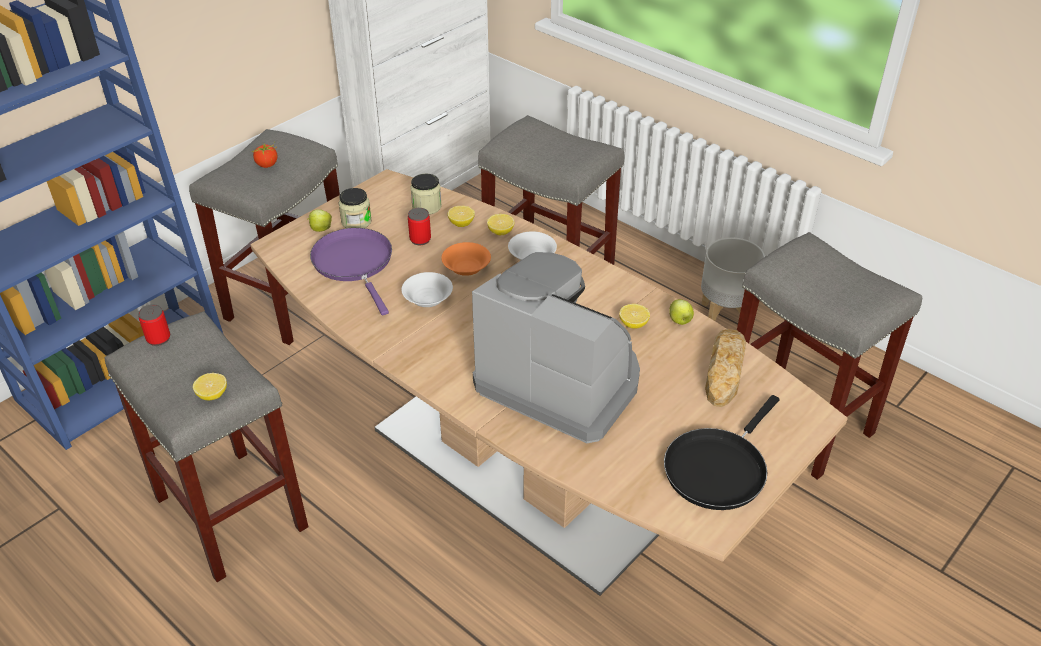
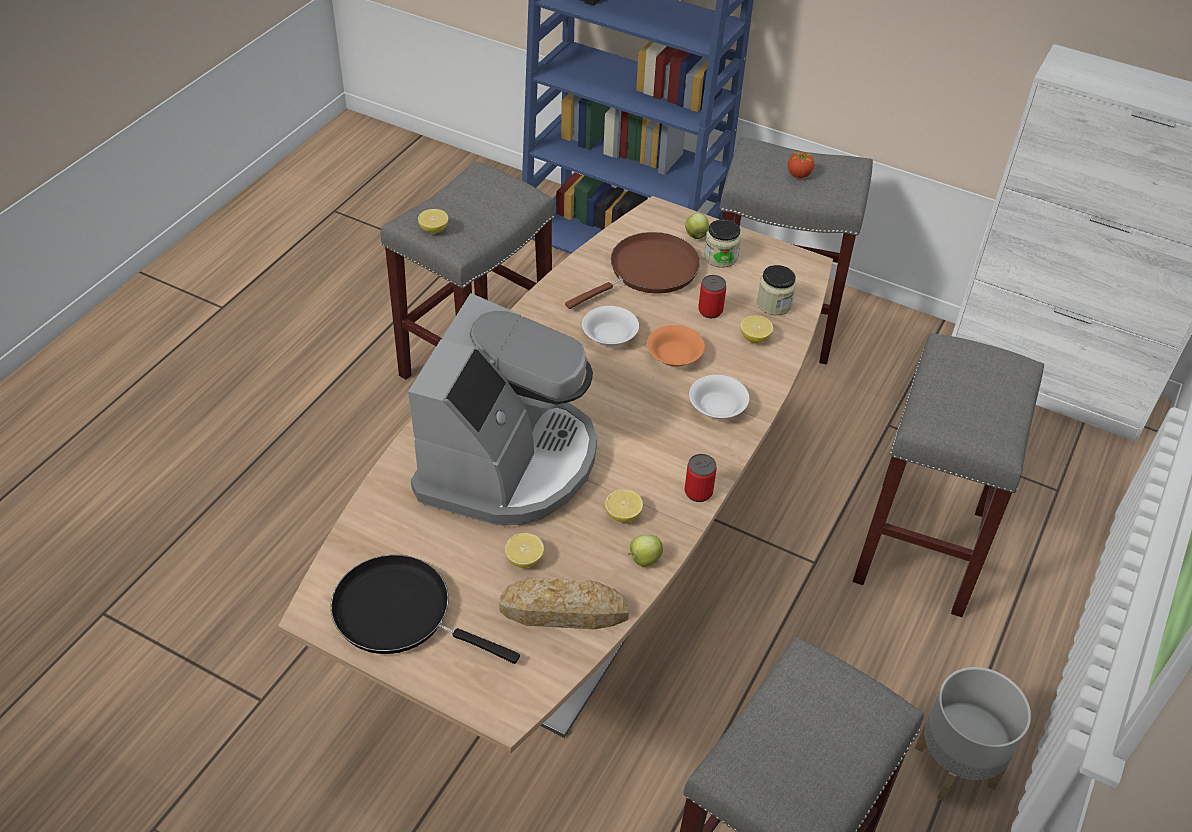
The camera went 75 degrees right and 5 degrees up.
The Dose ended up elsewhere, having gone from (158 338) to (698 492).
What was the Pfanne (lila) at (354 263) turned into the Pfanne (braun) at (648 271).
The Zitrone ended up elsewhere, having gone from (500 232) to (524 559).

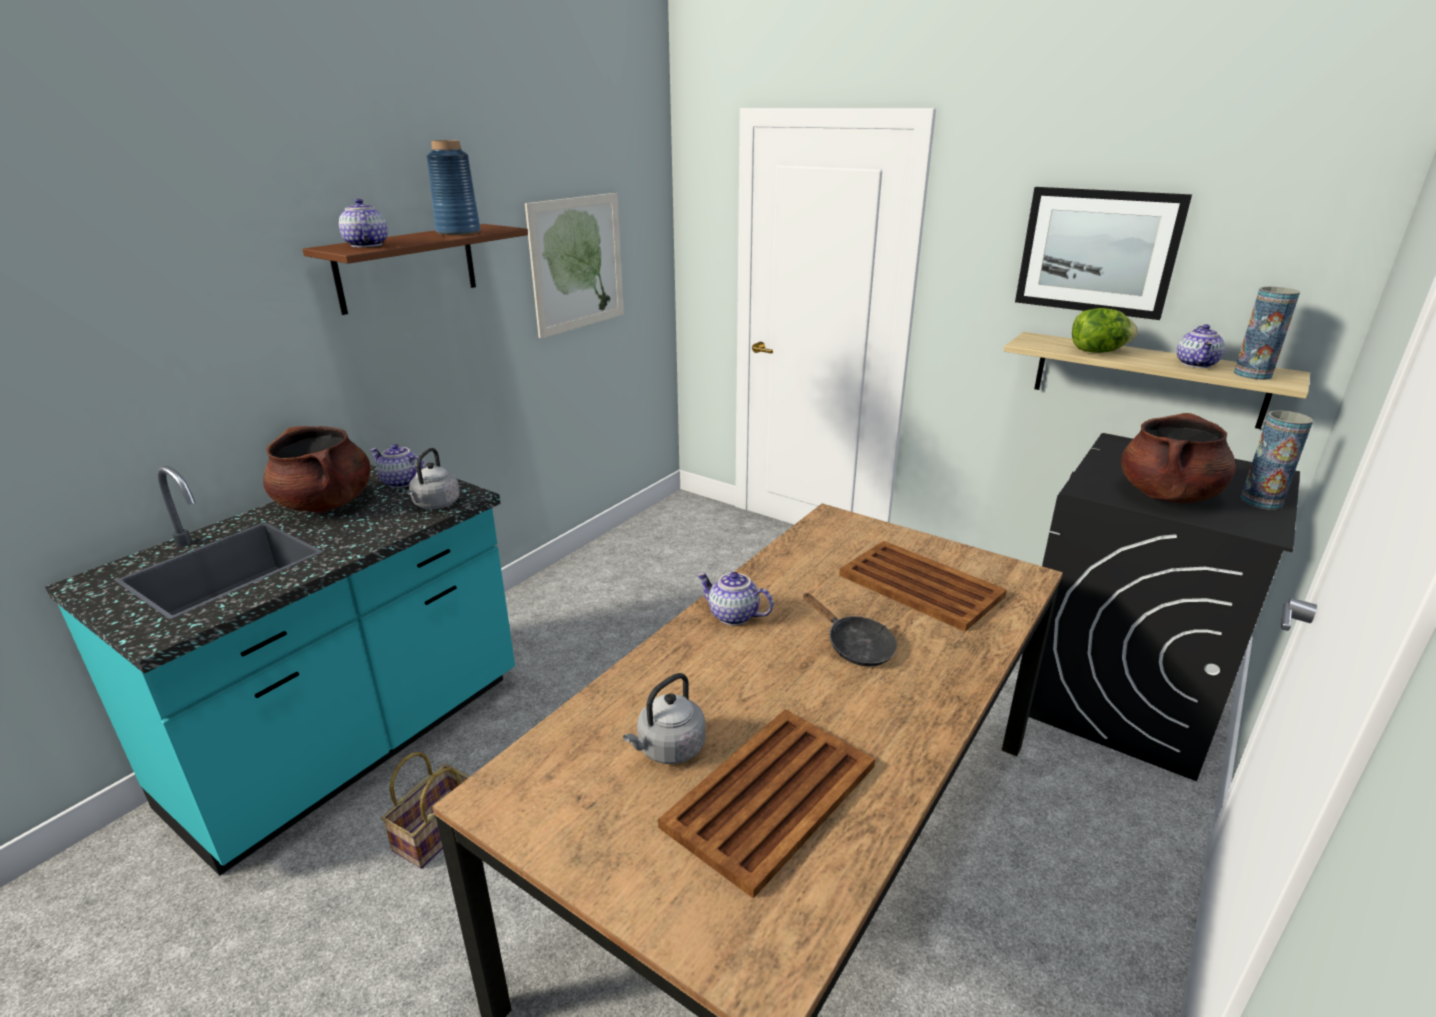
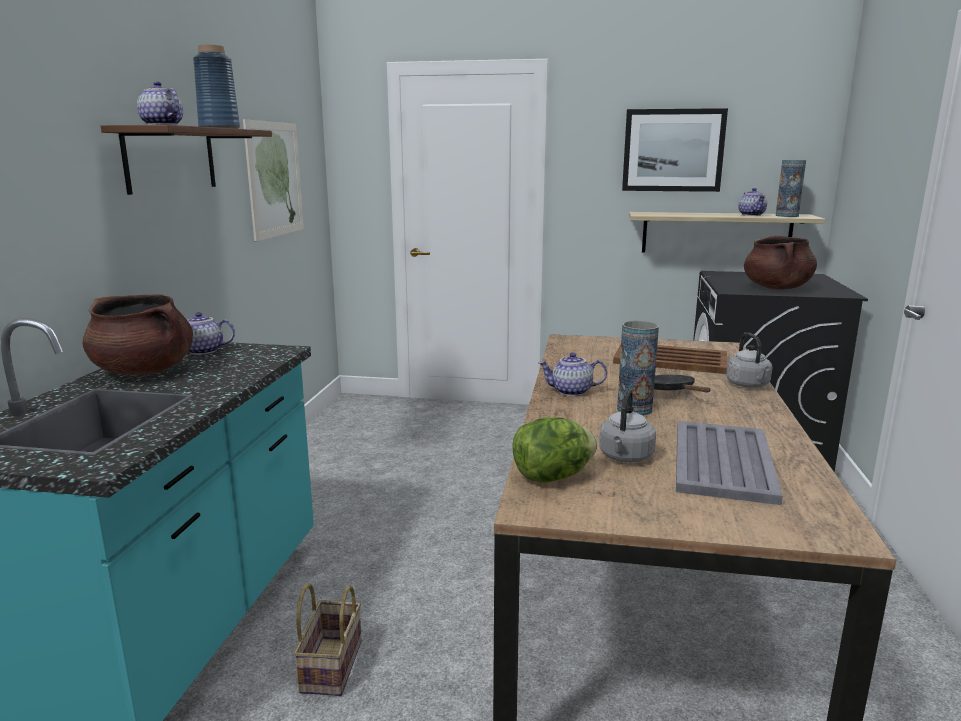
The camera went 25 degrees left and 10 degrees down.
The Wasserkessel (grau) ended up elsewhere, having gone from (435 505) to (748 385).
What was the Tablett (braun) at (772 795) turned into the Tablett (grau) at (723 461).
The Pfanne (schwarz) at (854 646) ended up facing another way, 135 degrees counterclockwise from before.
The Salatkopf ended up elsewhere, having gone from (1097 352) to (552 477).
The Vase ended up elsewhere, having gone from (1261 501) to (634 409).

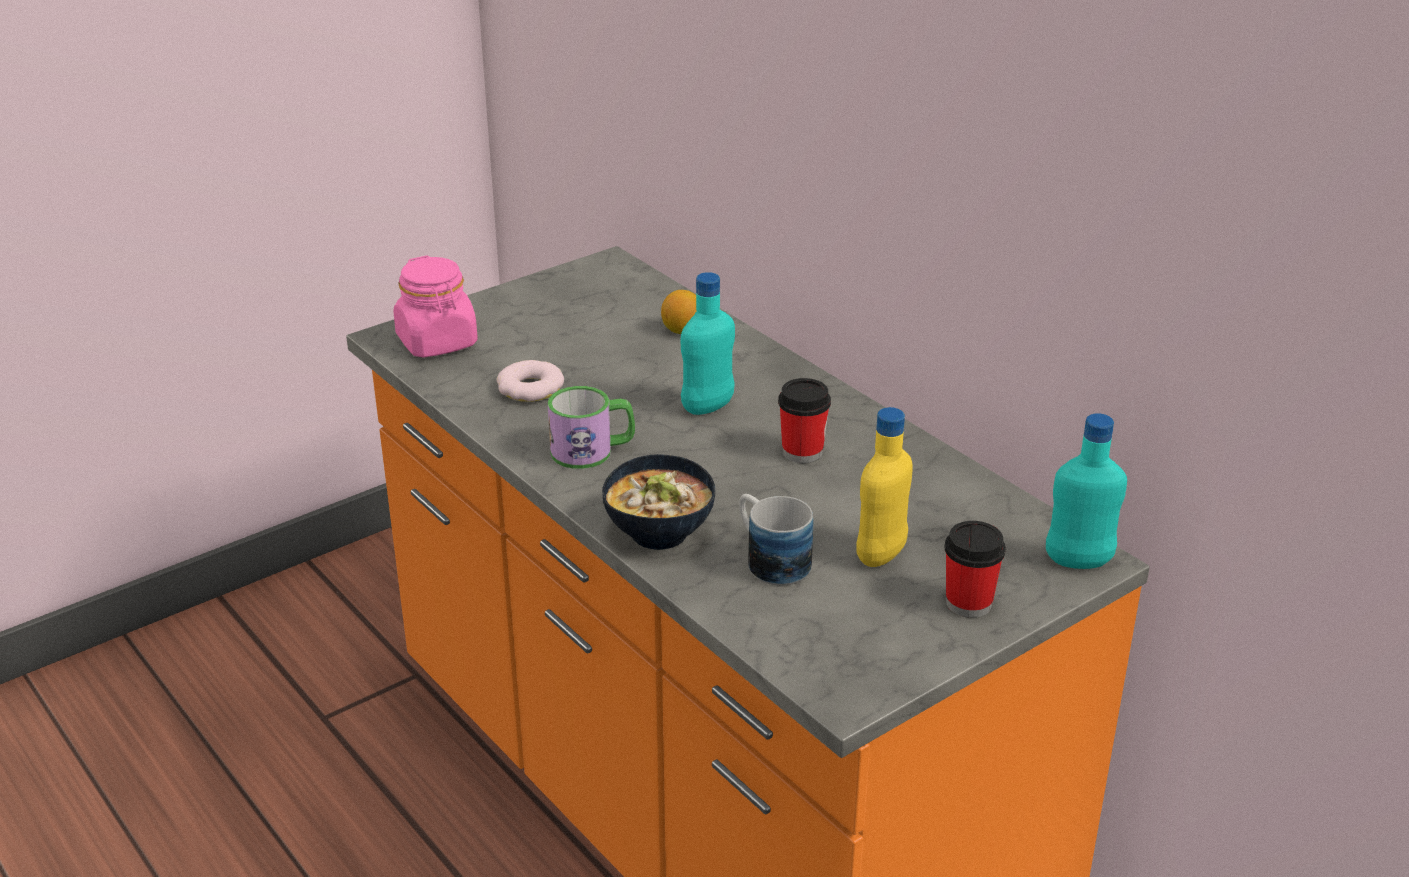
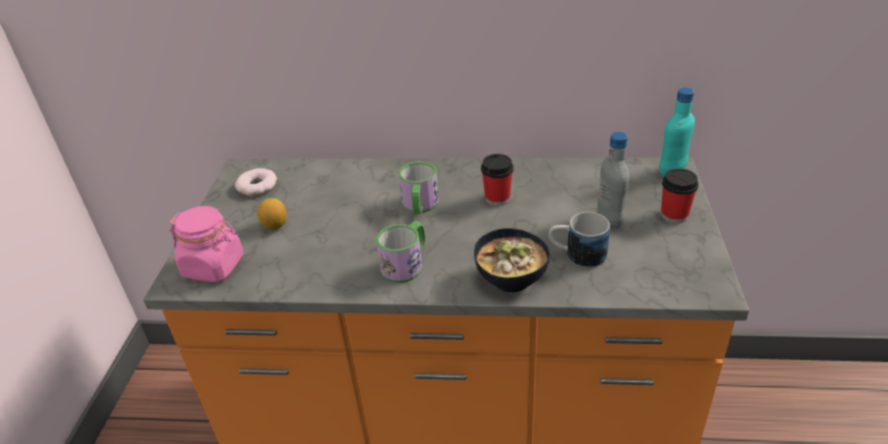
The camera went 45 degrees left and 5 degrees up.
The Donut ended up elsewhere, having gone from (530 388) to (257 186).
The Zitrone ended up elsewhere, having gone from (681 330) to (275 225).
Where the Flasche (türkis) stood at (708 407), the Henkelbecher came to stand at (419 206).
What was the Flasche (gelb) at (881 555) turned into the Flasche (grau) at (610 220).

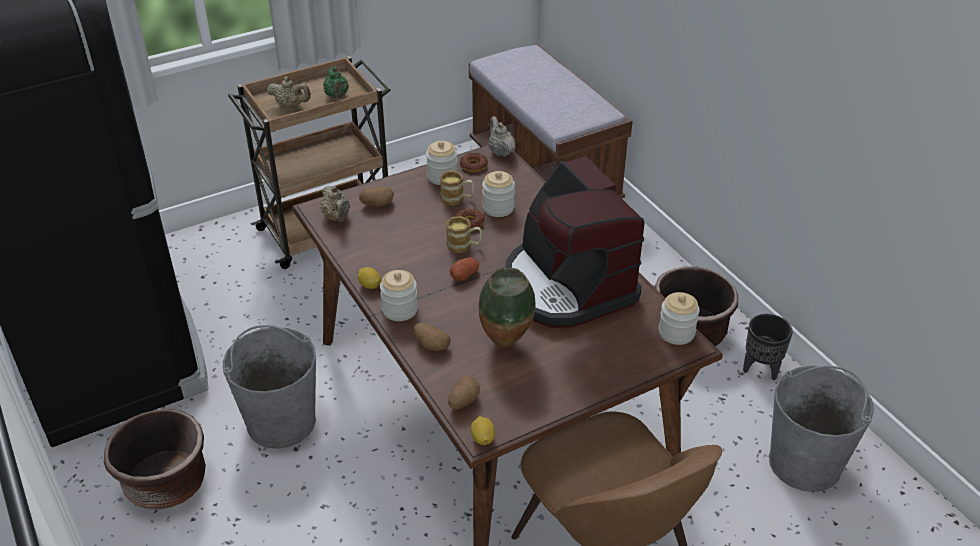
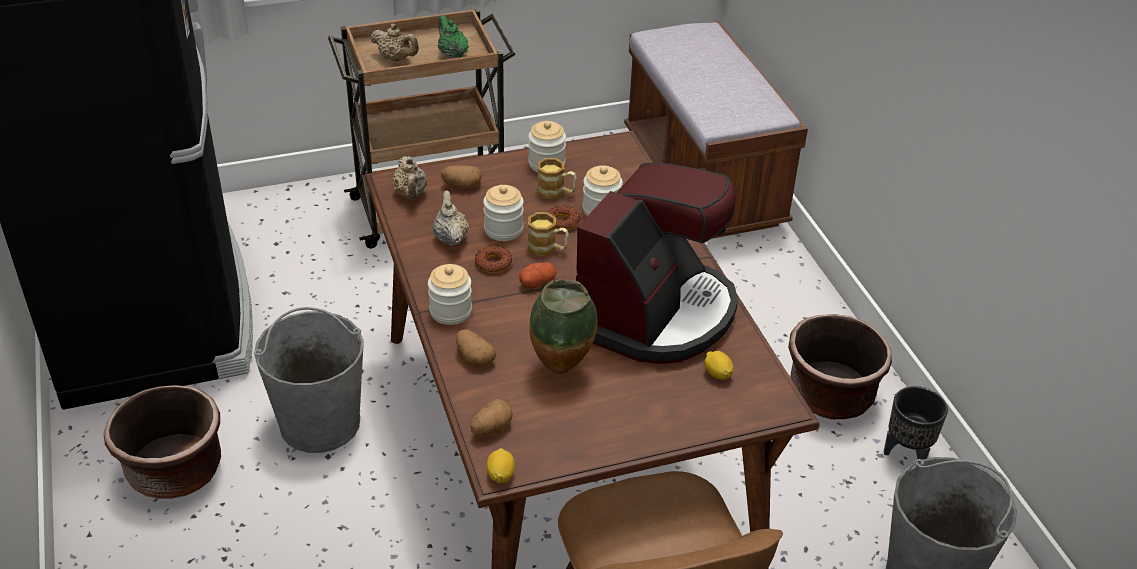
The camera went 10 degrees right and 0 degrees up.
The Teekanne (grün) at (337 96) ended up facing another way, 150 degrees clockwise from before.
The Zitrone ended up elsewhere, having gone from (370 285) to (717 374).
The Donut ended up elsewhere, having gone from (473 165) to (493 263).
The Teekanne (beige) ended up elsewhere, having gone from (500 151) to (450 238).
The Kaffeemaschine at (567 285) ended up facing another way, 135 degrees counterclockwise from before.
The Vorratsglas ended up elsewhere, having gone from (676 332) to (503 229).

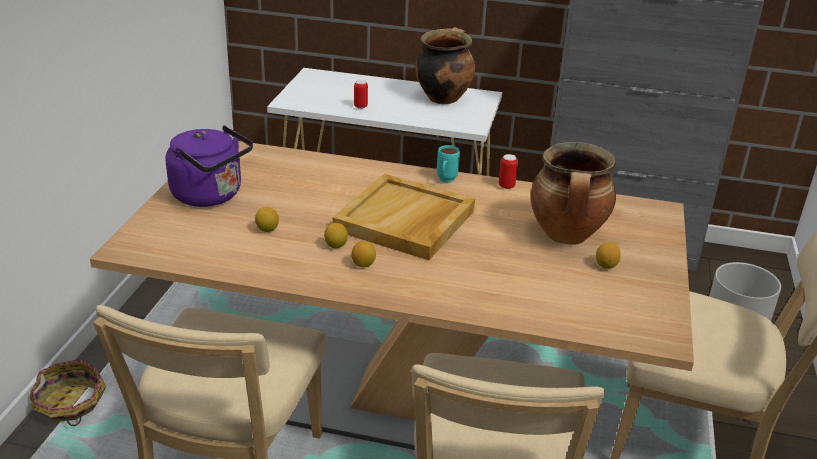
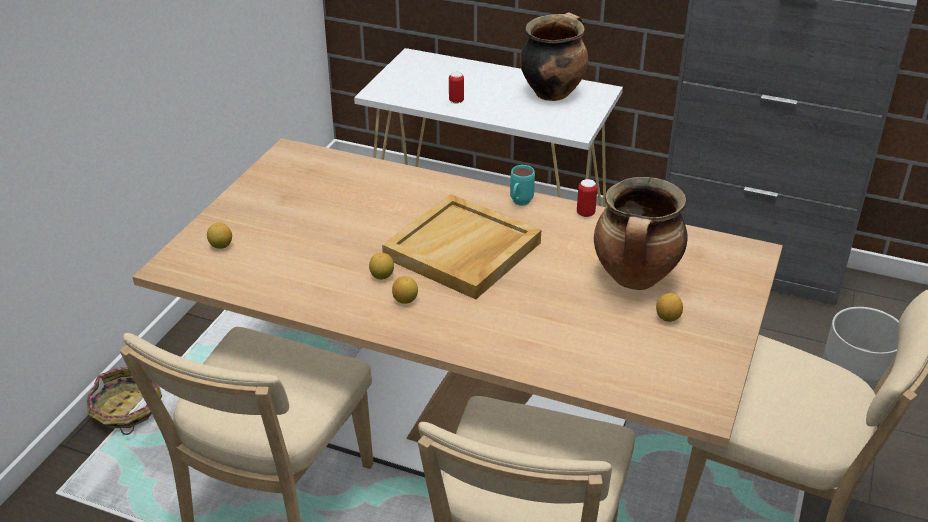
The camera went 10 degrees right and 5 degrees up.
The second view lost the Wasserkessel (lila) at (211 195).
The Zitrone ended up elsewhere, having gone from (267 229) to (221 246).

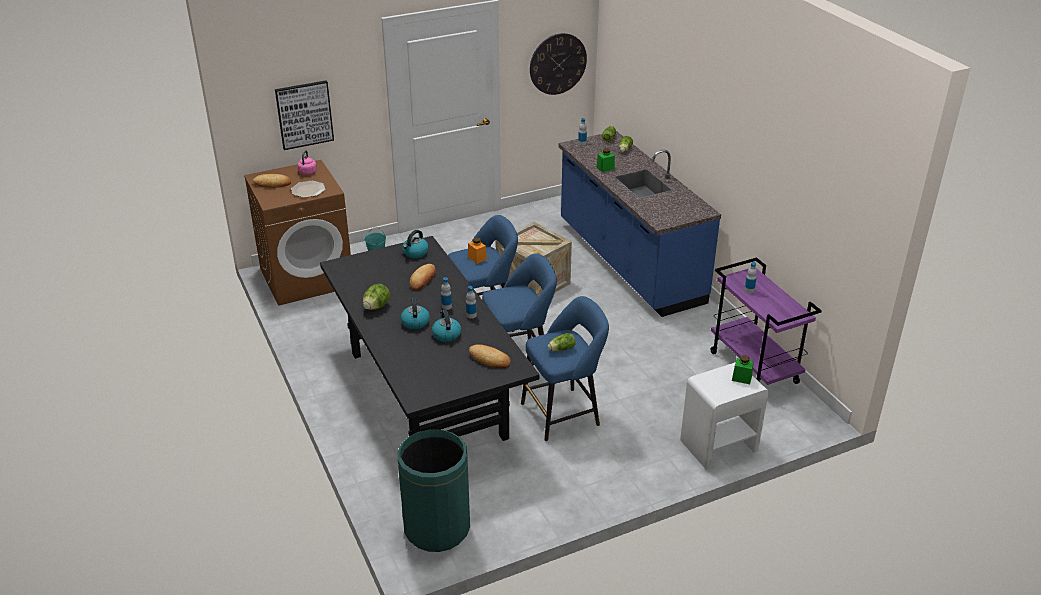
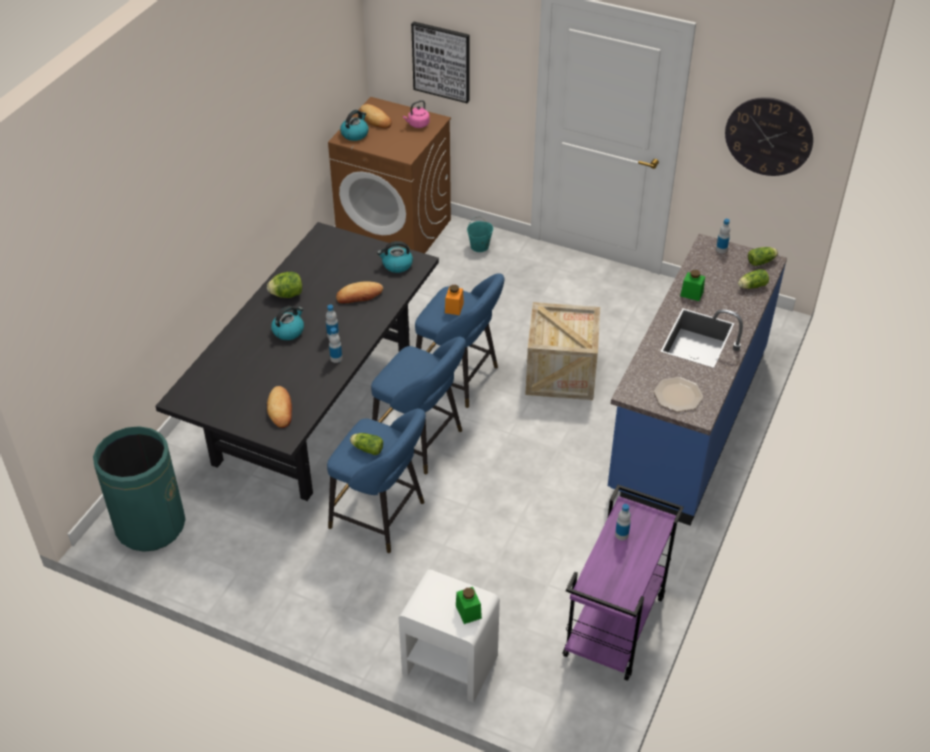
The camera went 50 degrees right and 10 degrees up.
The Teller ended up elsewhere, having gone from (308 190) to (678 395).
The Wasserkessel ended up elsewhere, having gone from (446 334) to (355 134).

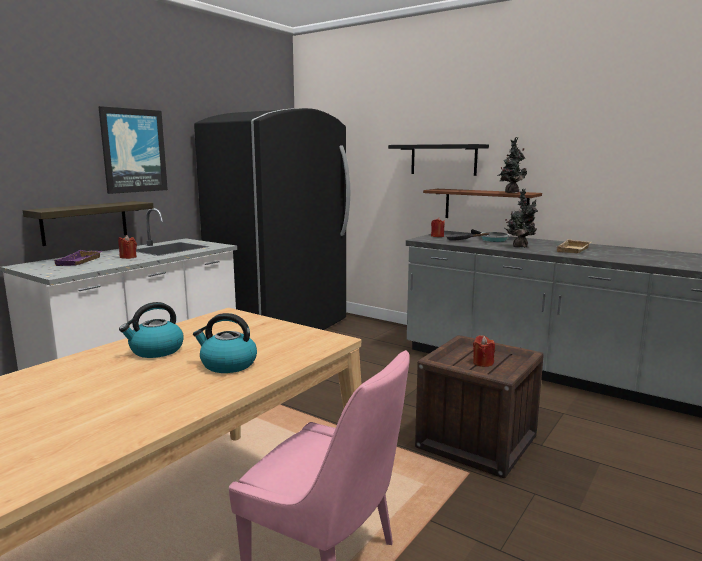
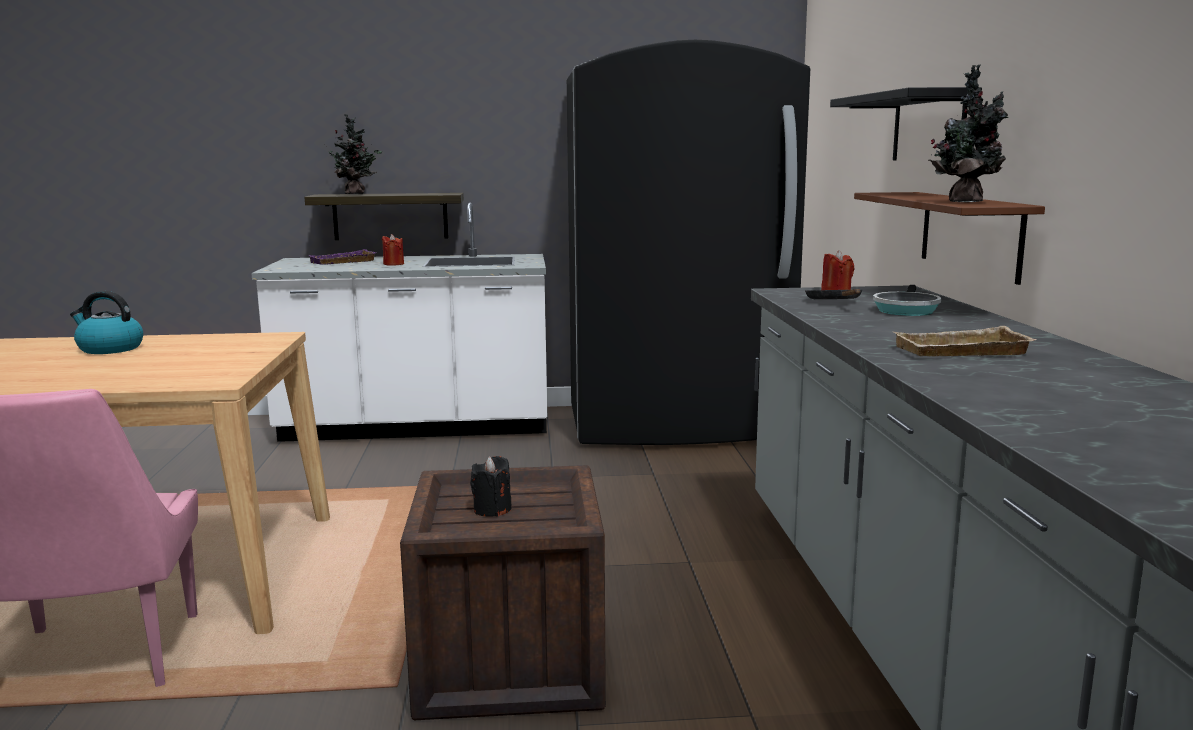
The camera went 50 degrees right and 0 degrees up.
The second view lost the Bild at (133 150).
The second view lost the Wasserkessel at (227 364).
What was the Kerze (rot) at (483 363) turned into the Kerze (schwarz) at (492 510).
The Topfpflanze ended up elsewhere, having gone from (520 246) to (356 194).

